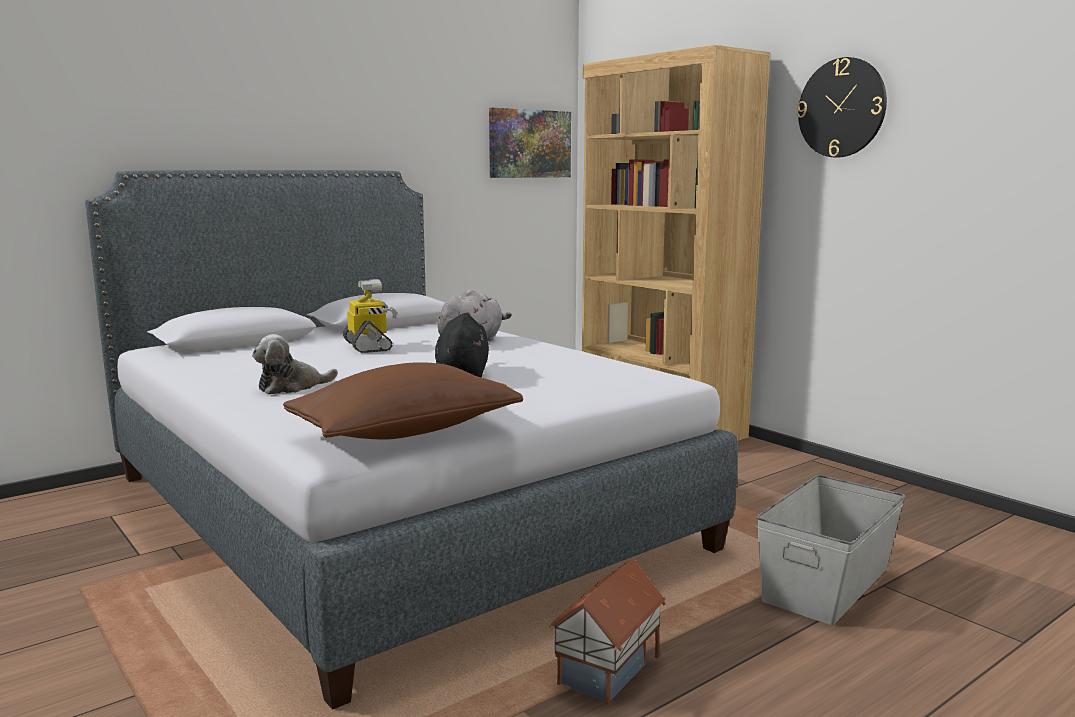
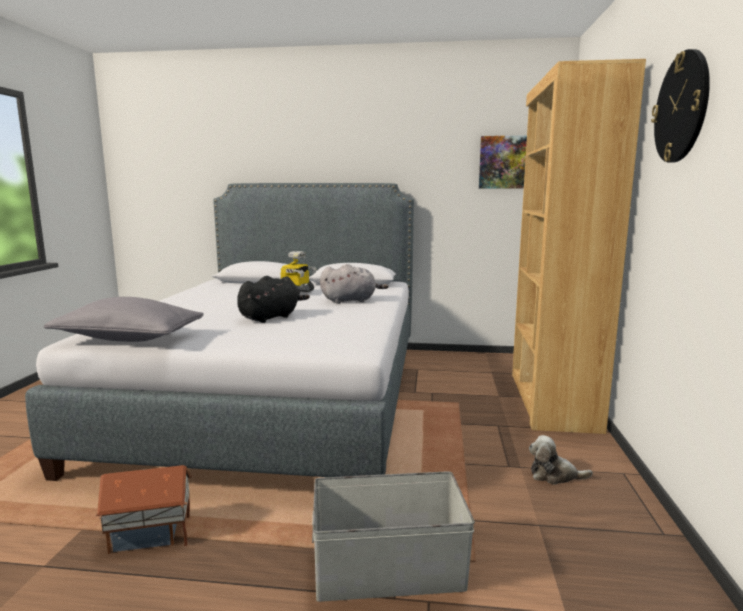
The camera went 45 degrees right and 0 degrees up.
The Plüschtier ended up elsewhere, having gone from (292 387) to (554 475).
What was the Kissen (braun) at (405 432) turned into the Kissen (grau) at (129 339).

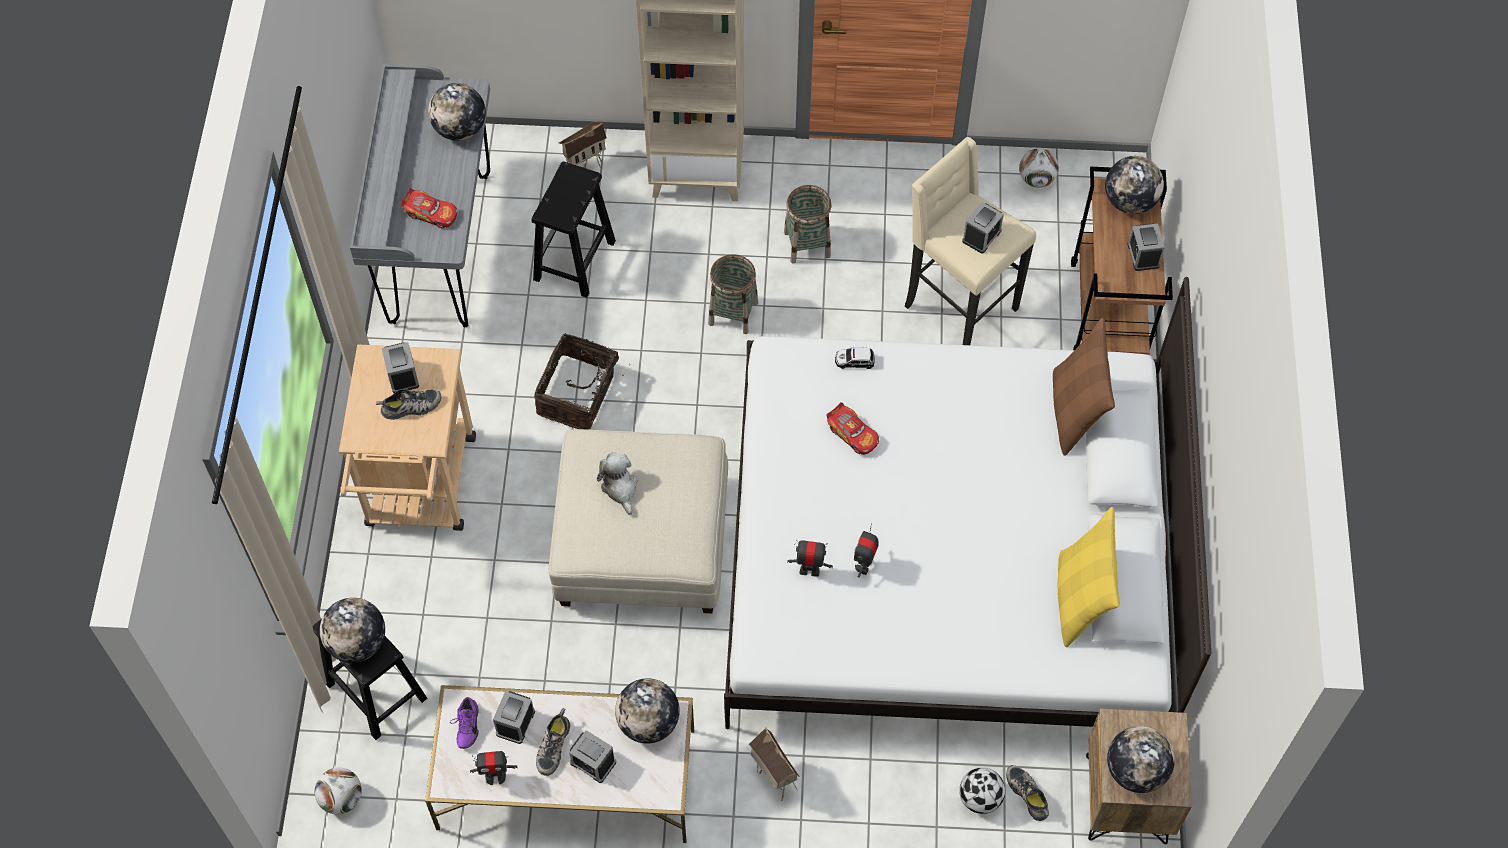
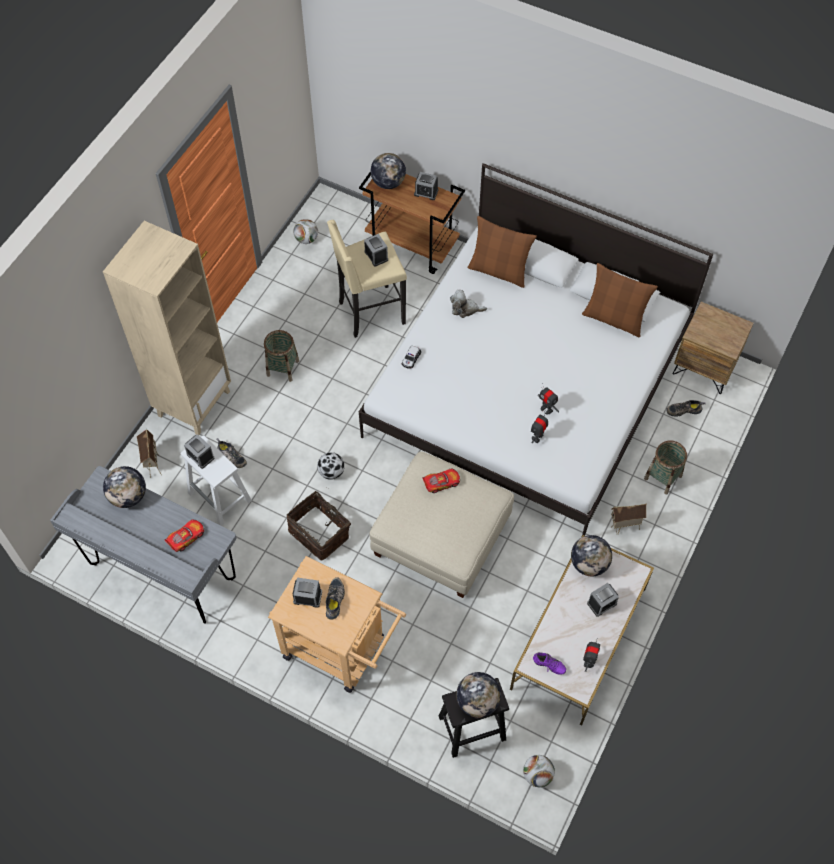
The camera went 65 degrees left and 0 degrees up.
The Wecker ended up elsewhere, having gone from (515 722) to (200 456).
What was the Hocker (schwarz) at (574 262) turned into the Hocker (weiß) at (220 497).
The Schuh ended up elsewhere, having gone from (552 746) to (231 456).
The Plüschtier ended up elsewhere, having gone from (620 488) to (465 309).
The Korb ended up elsewhere, having gone from (733 313) to (662 477).
The Spielzeugauto ended up elsewhere, having gone from (853 433) to (441 482).
The Fußball ended up elsewhere, having gone from (979 798) to (331 472).
What was the Kissen (gelb) at (1079 599) turned into the Kissen (braun) at (614 319).
The second view lost the Globus at (1135 771).

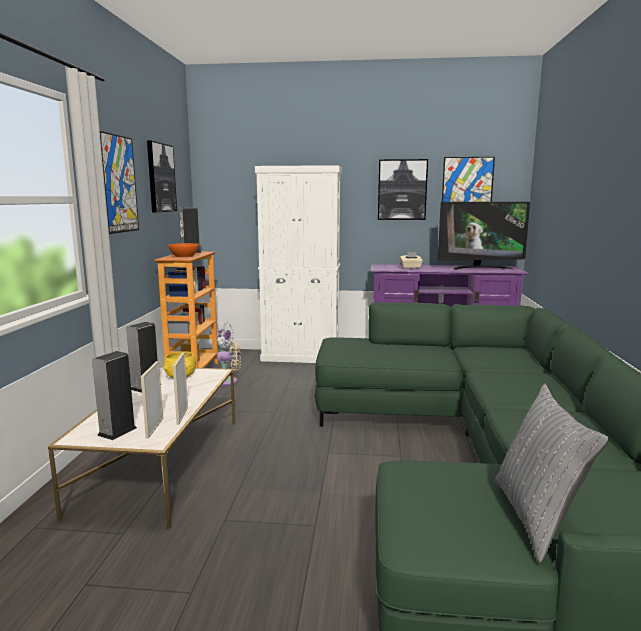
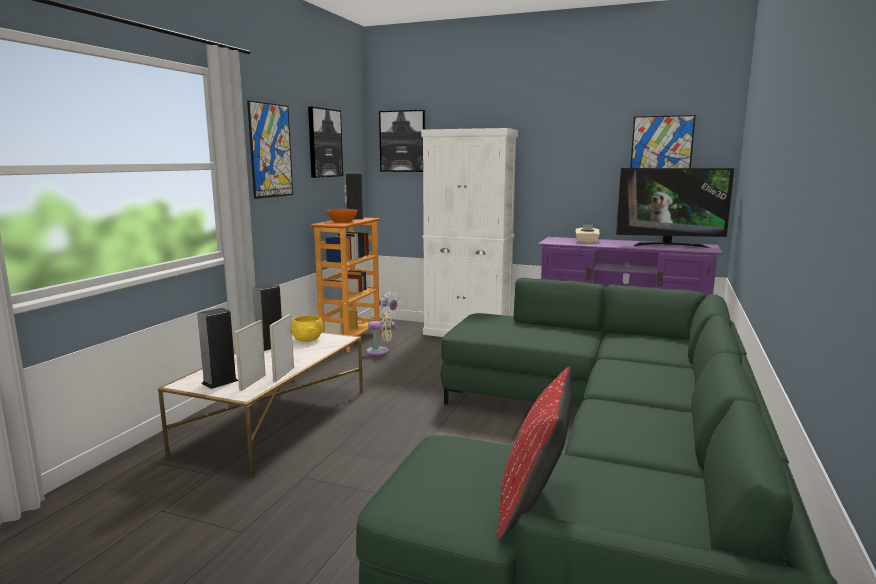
The camera went 15 degrees right and 0 degrees up.
The Bild ended up elsewhere, having gone from (402 190) to (403 141).
What was the Kissen (grau) at (537 517) turned into the Kissen (rot) at (534 503).

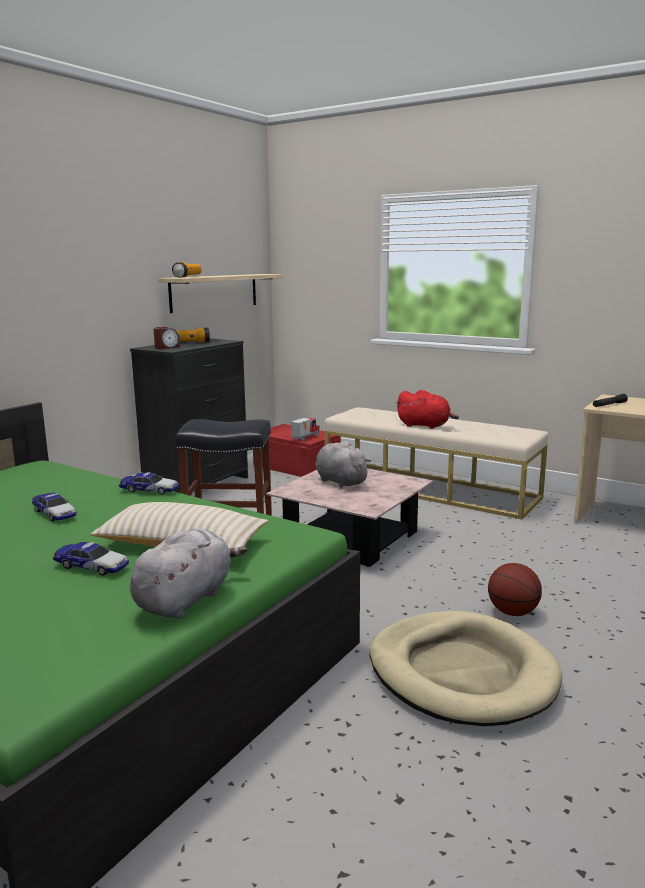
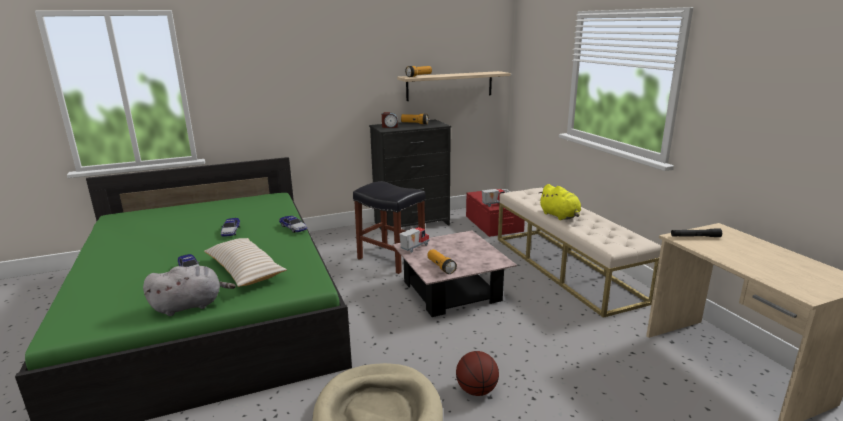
The camera went 35 degrees right and 5 degrees up.
The second view lost the Plüschtier (grau) at (339 481).
What was the Plüschtier (rot) at (425 426) turned into the Plüschtier (gelb) at (560 216).
The second view gained the Spielzeuglaster at (414 247).
The second view gained the Taschenlampe at (441 267).

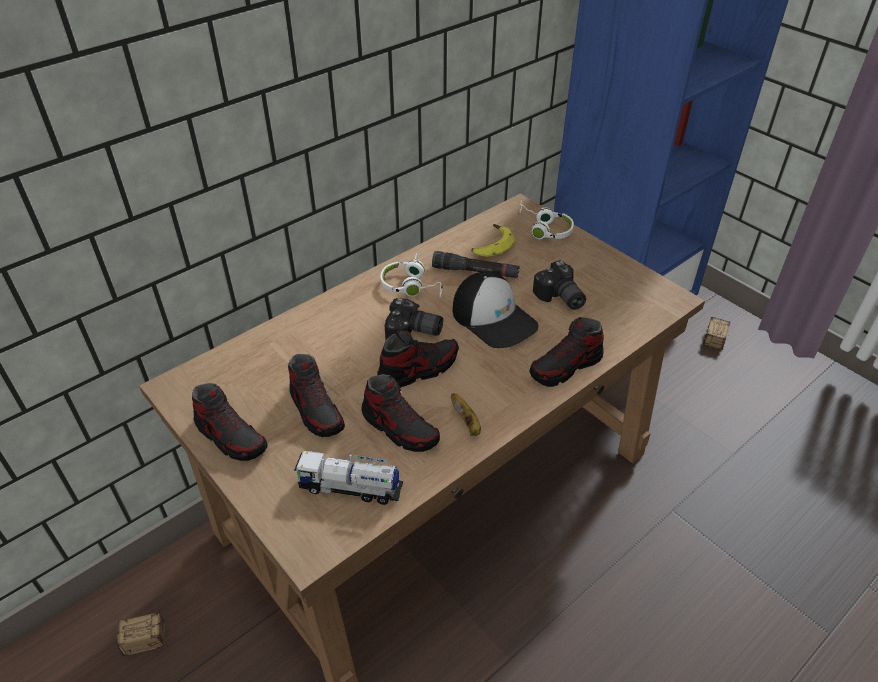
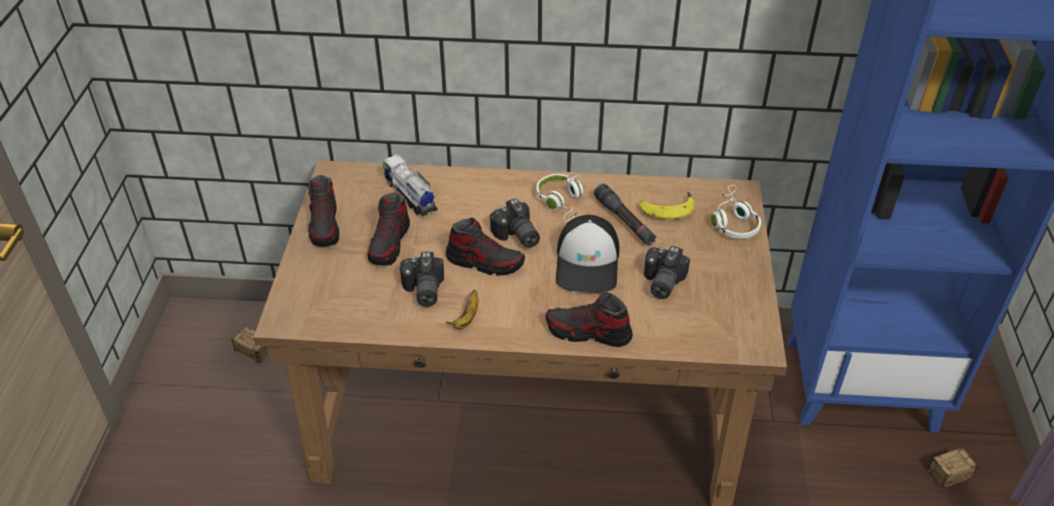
The camera went 45 degrees right and 0 degrees up.
The Spielzeuglaster ended up elsewhere, having gone from (350 488) to (410 196).
Where the Schuh stood at (400 428), the Kamera came to stand at (422 290).

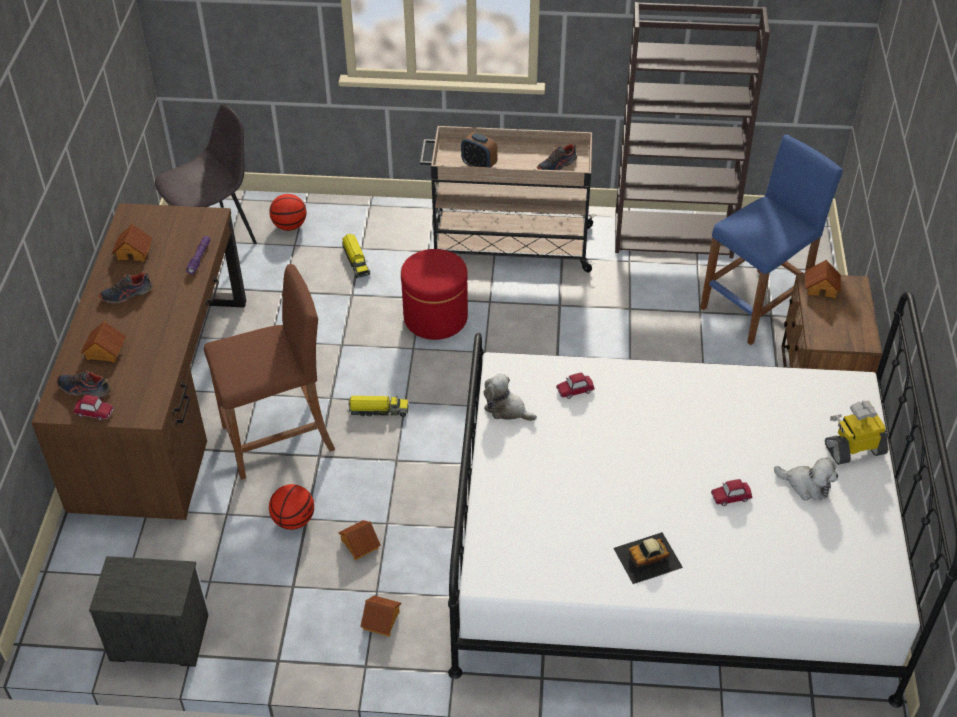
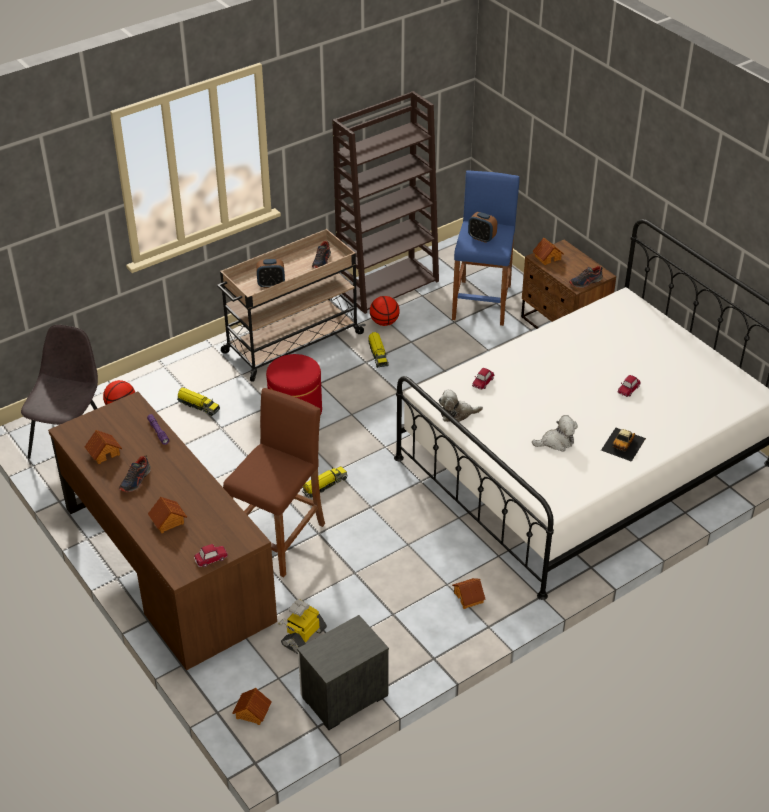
The camera went 40 degrees left and 5 degrees down.
The Schuh ended up elsewhere, having gone from (84 389) to (585 282).
The Basketball ended up elsewhere, having gone from (293 520) to (384 322).
The Spielzeughaus ended up elsewhere, having gone from (359 544) to (252 712).
The Plüschtier ended up elsewhere, having gone from (806 485) to (556 442).
The Spielzeugroboter ended up elsewhere, having gone from (854 448) to (303 636).
The second view gained the Spielzeuglaster at (378 354).
The second view gained the Wecker at (481 238).

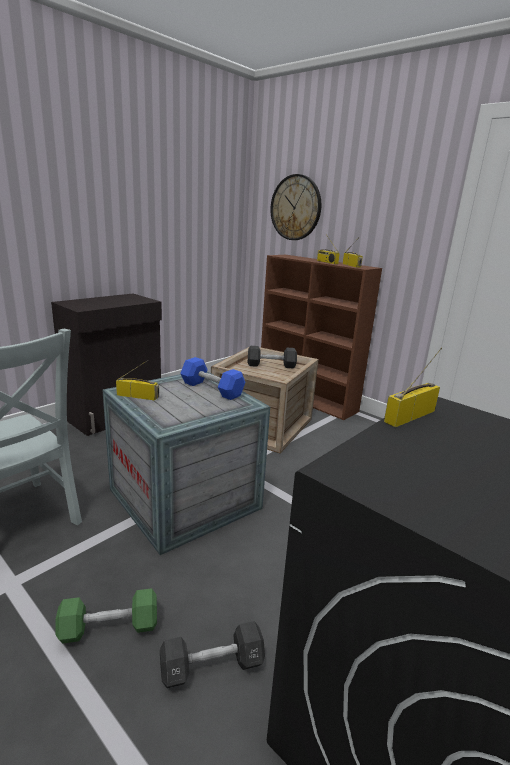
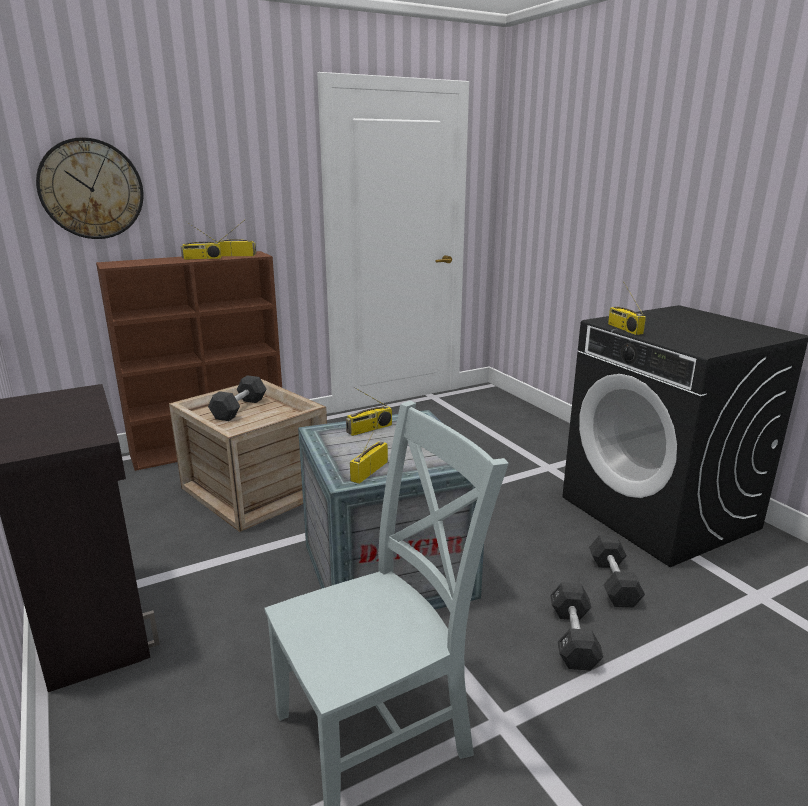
The camera went 70 degrees left and 0 degrees up.
What was the Hantel (grün) at (109 627) turned into the Hantel (schwarz) at (573 638).
Where the Hantel (blau) stood at (212 389), the Radio came to stand at (369 429).

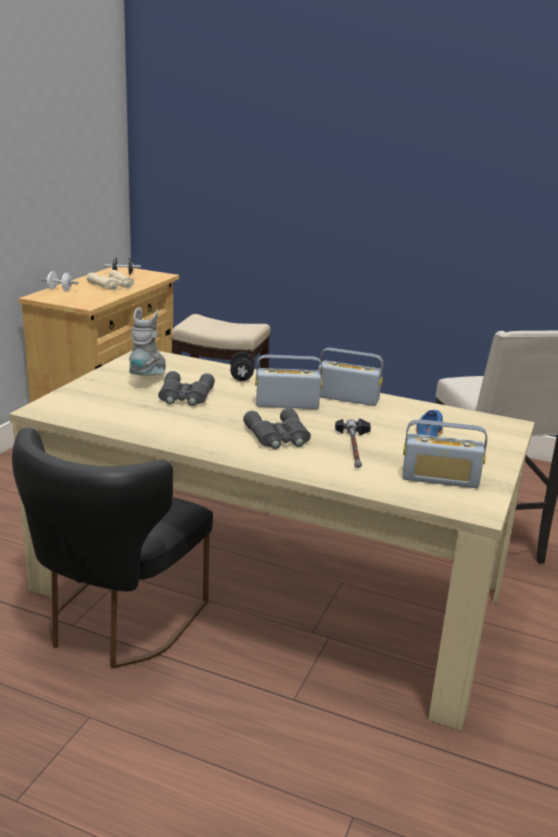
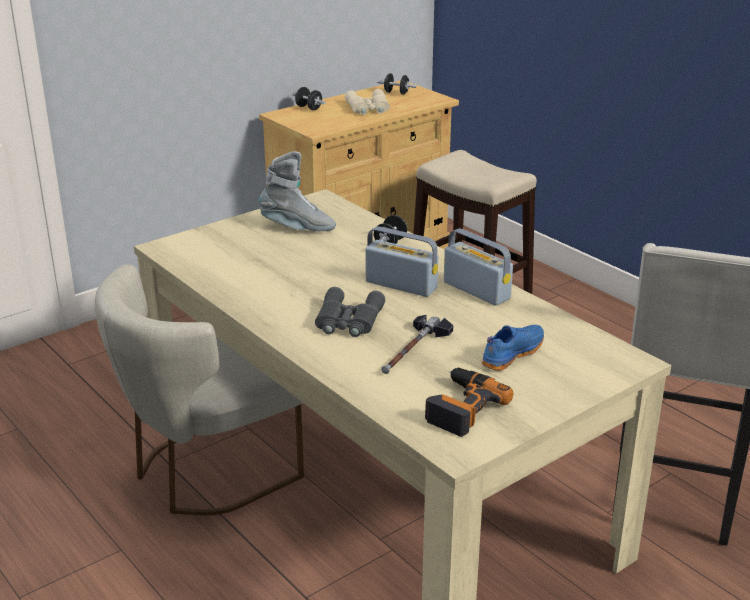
The camera went 30 degrees right and 5 degrees up.
What was the Stuhl (schwarz) at (116 624) turned into the Stuhl (beige) at (205 473).
What was the Hantel (weiß) at (60 290) turned into the Hantel (schwarz) at (309 108).
The Stiefel (grau) at (149 377) ended up facing another way, 60 degrees clockwise from before.
The second view lost the Fernglas (grau) at (185 396).
Where the Radio stood at (440 479), the Bohrmaschine came to stand at (461 407).

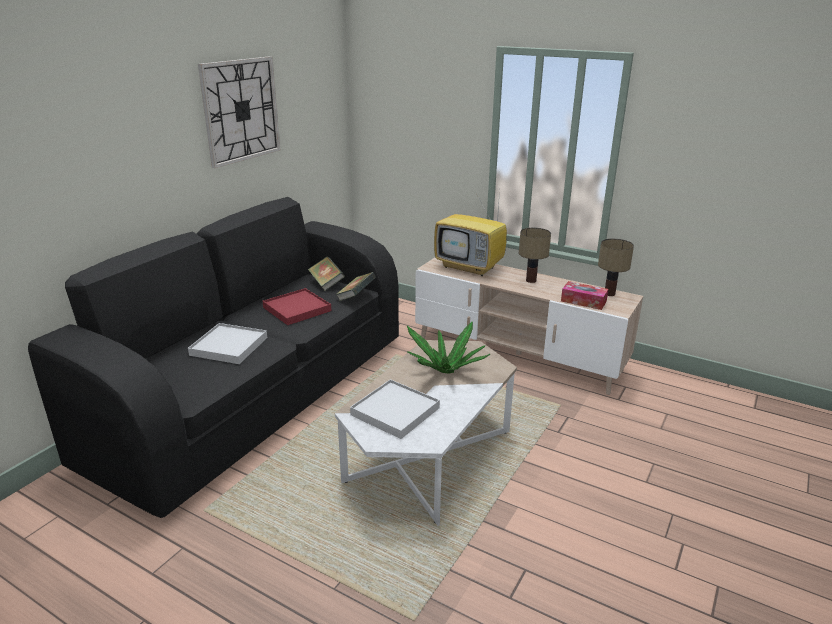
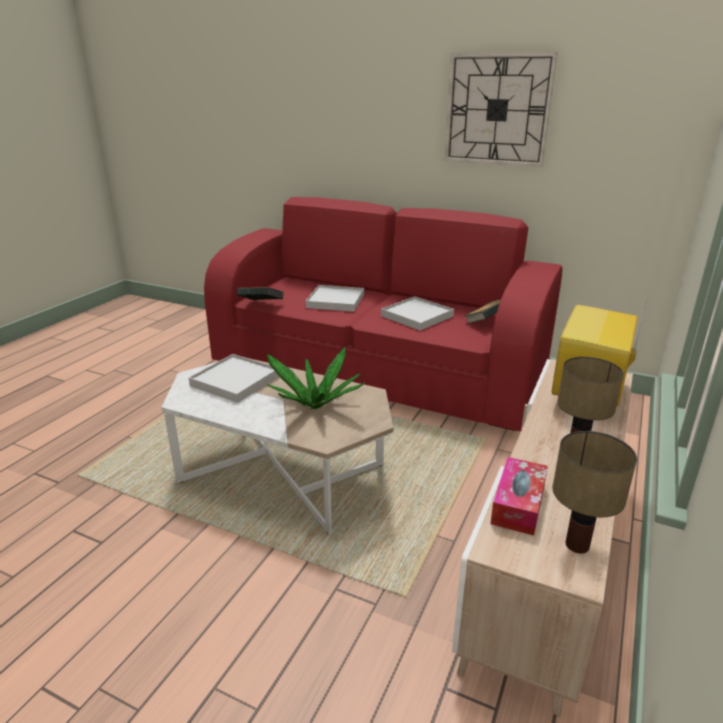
The camera went 85 degrees right and 0 degrees up.
What was the Sofa (schwarz) at (258 395) turned into the Sofa (rot) at (375 372).
What was the Tablett (rot) at (297 309) turned into the Tablett (weiß) at (417 316).
The Buch ended up elsewhere, having gone from (356 297) to (261 305).

